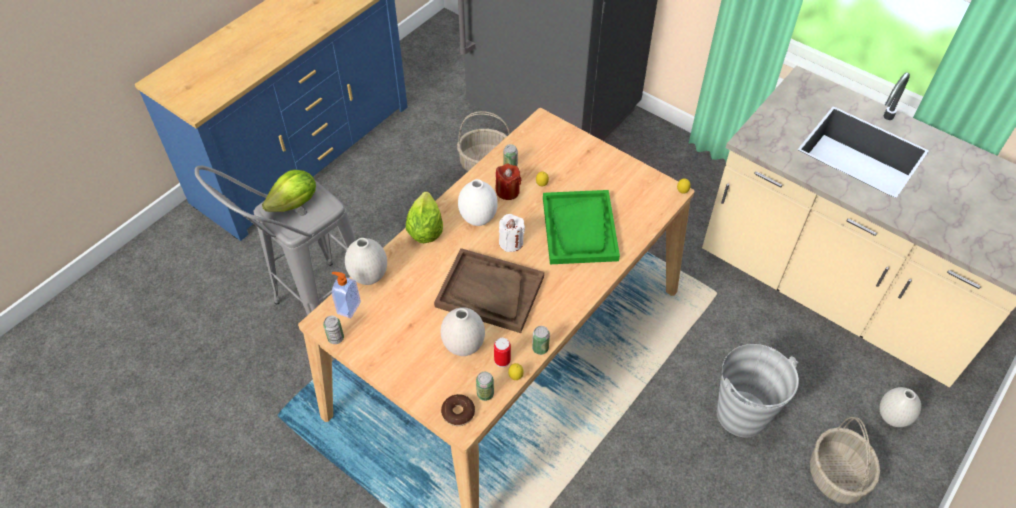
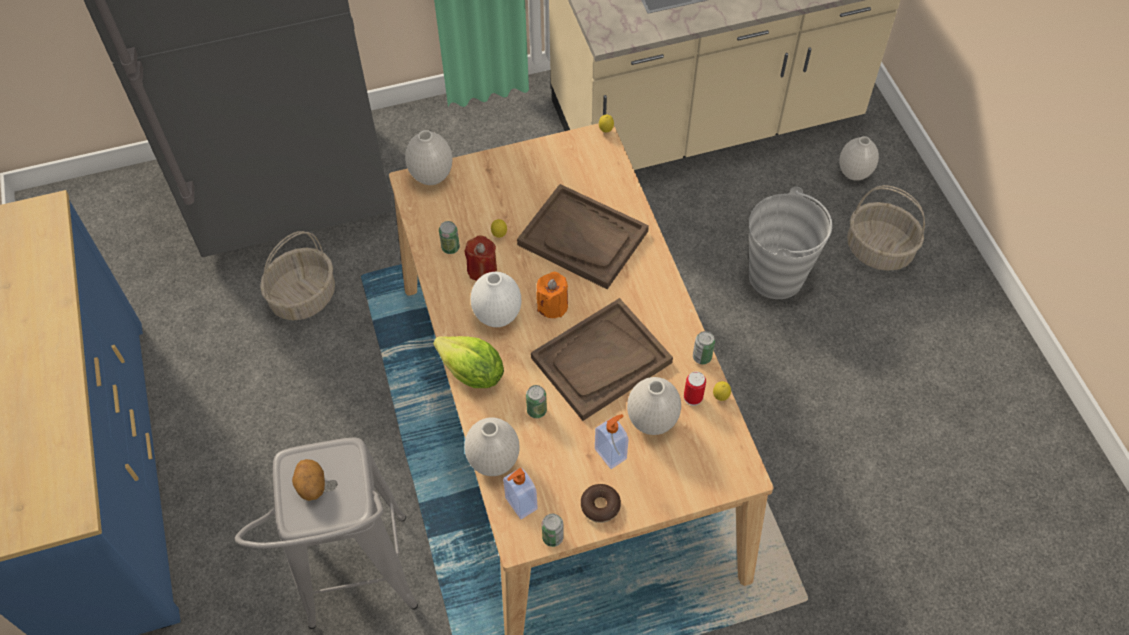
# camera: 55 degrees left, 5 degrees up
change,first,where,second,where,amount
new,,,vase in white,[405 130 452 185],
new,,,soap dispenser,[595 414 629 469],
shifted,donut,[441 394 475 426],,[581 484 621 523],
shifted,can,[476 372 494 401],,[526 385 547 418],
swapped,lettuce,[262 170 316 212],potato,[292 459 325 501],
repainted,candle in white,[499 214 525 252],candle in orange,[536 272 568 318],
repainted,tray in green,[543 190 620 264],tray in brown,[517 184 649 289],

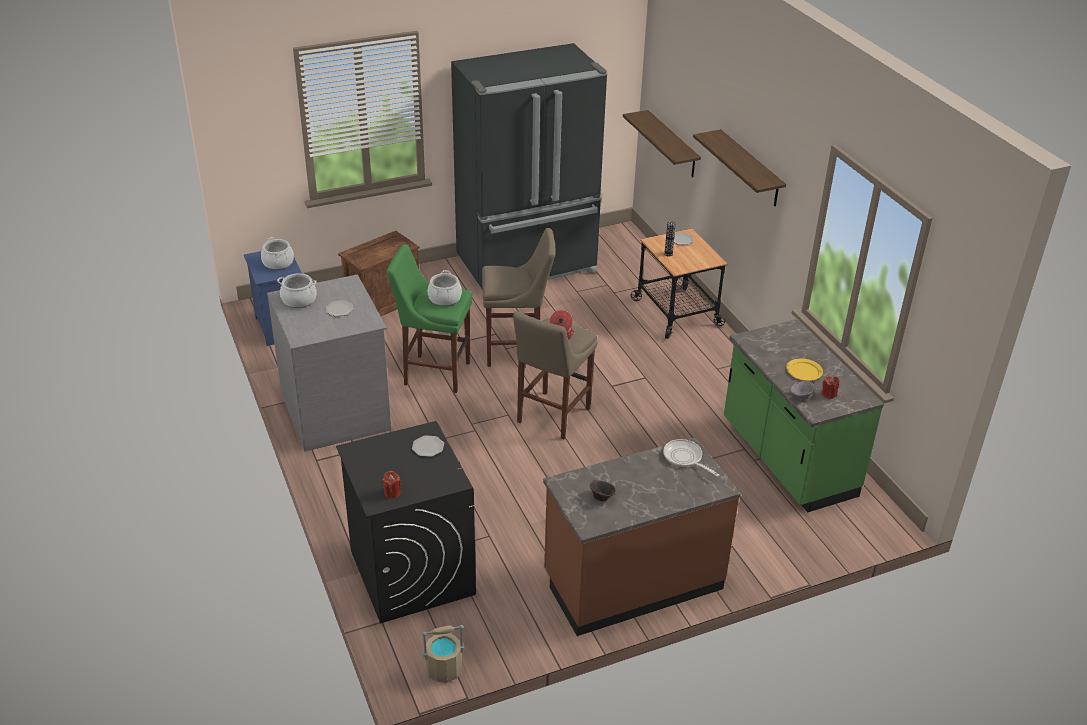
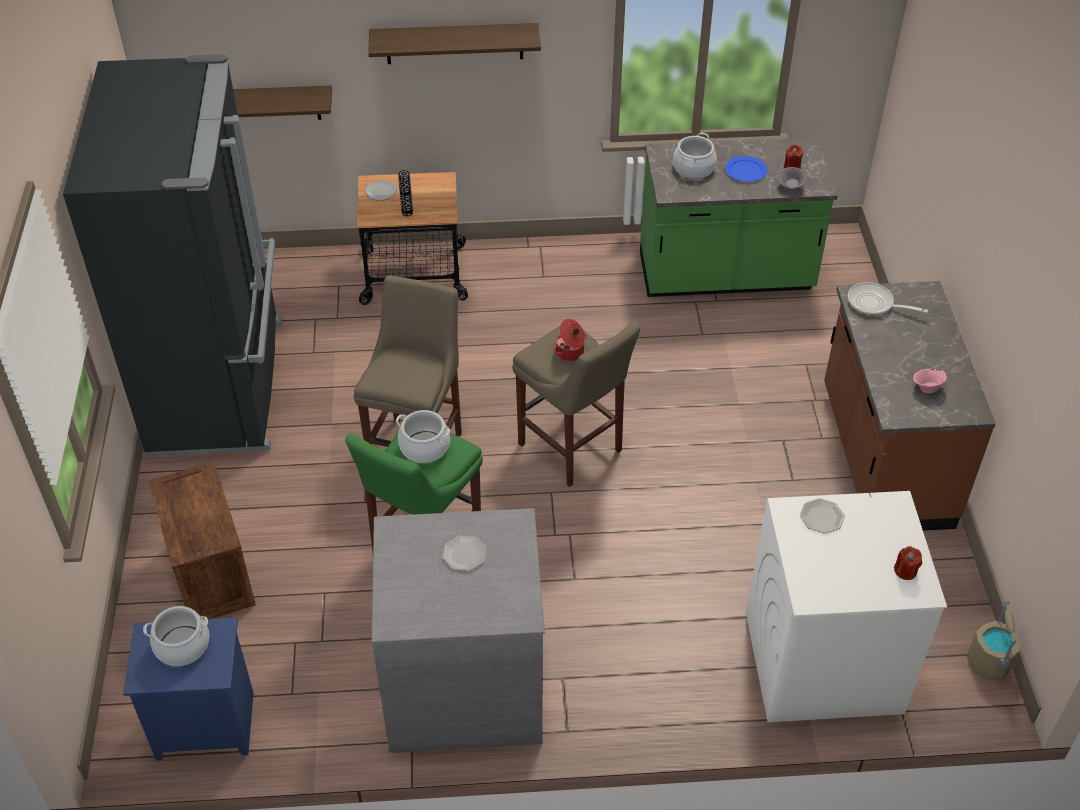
# camera: 70 degrees left, 10 degrees up
change,first,where,second,where,amount
shifted,cooking pot,[277 273 317 308],,[673 133 717 179],
repainted,washing machine in black,[336 421 476 624],washing machine in white,[746 491 947 722],
repainted,bowl in brown,[590 480 616 501],bowl in pink,[913 369 947 393],
repainted,plate in yellow,[786 358 823 381],plate in blue,[725 156 767 182],
rotated,frying pan,[663 439 719 477],,[848 282 928 315],45 degrees clockwise

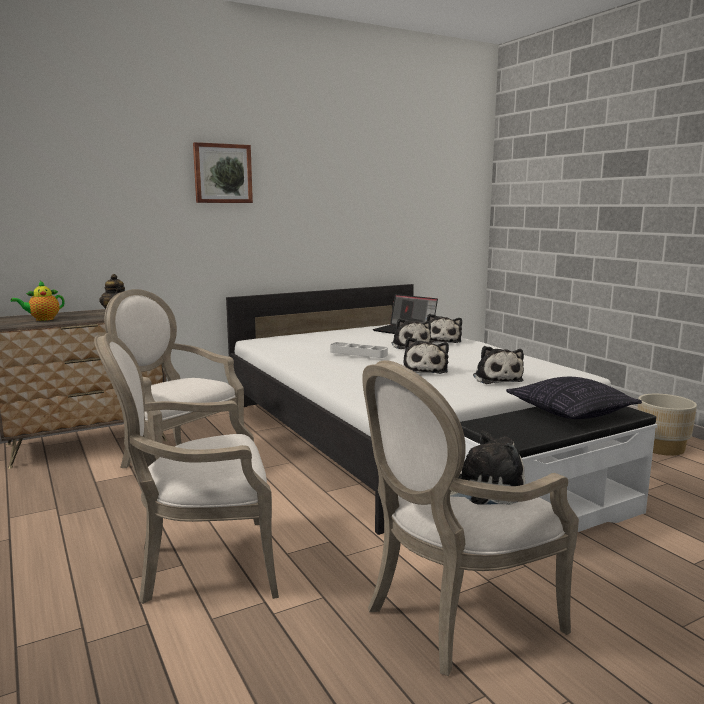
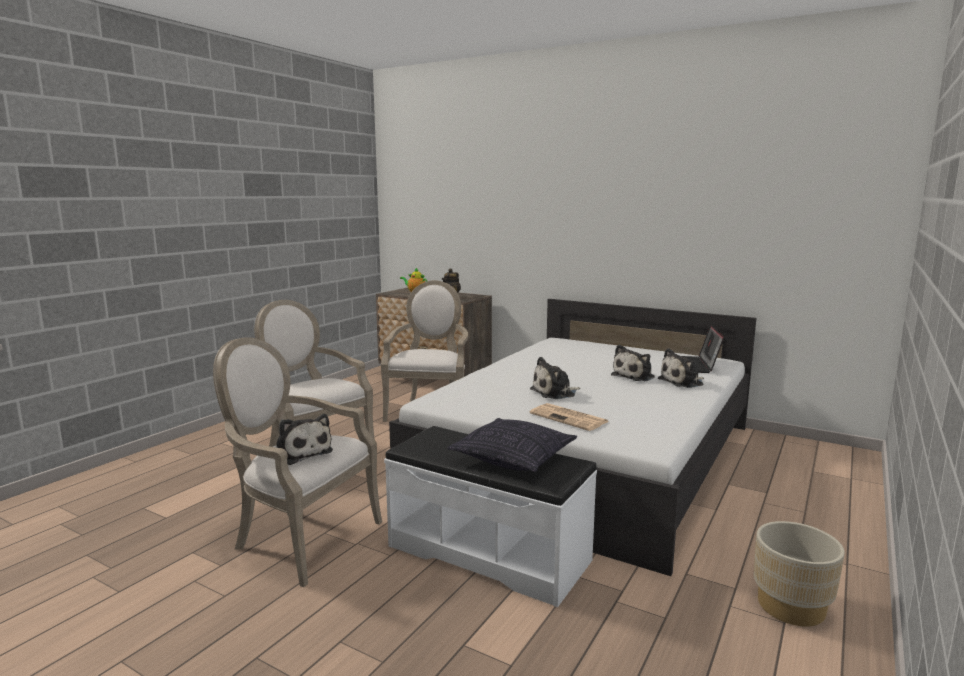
# camera: 60 degrees right, 0 degrees up
change,first,where,second,where,amount
gone,picture,[193 142 253 203],,,
gone,tray in grey,[330 342 388 358],,,
swapped,plush toy,[473 346 524 384],newspaper,[530 403 608 431],

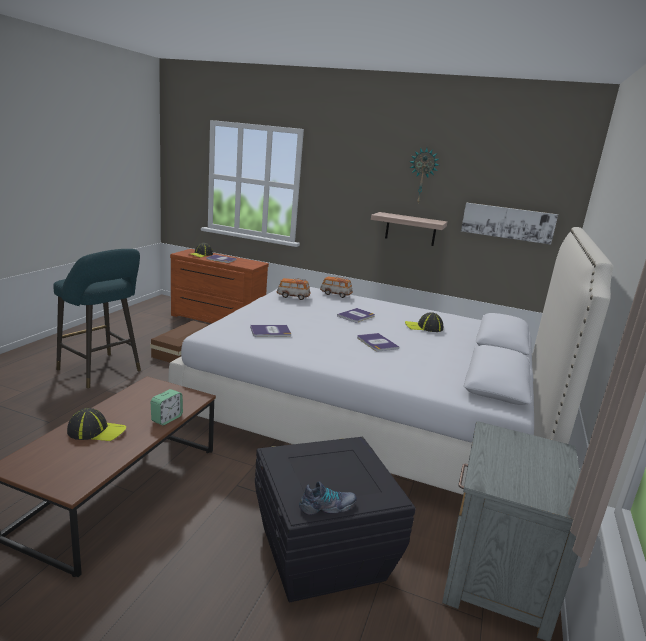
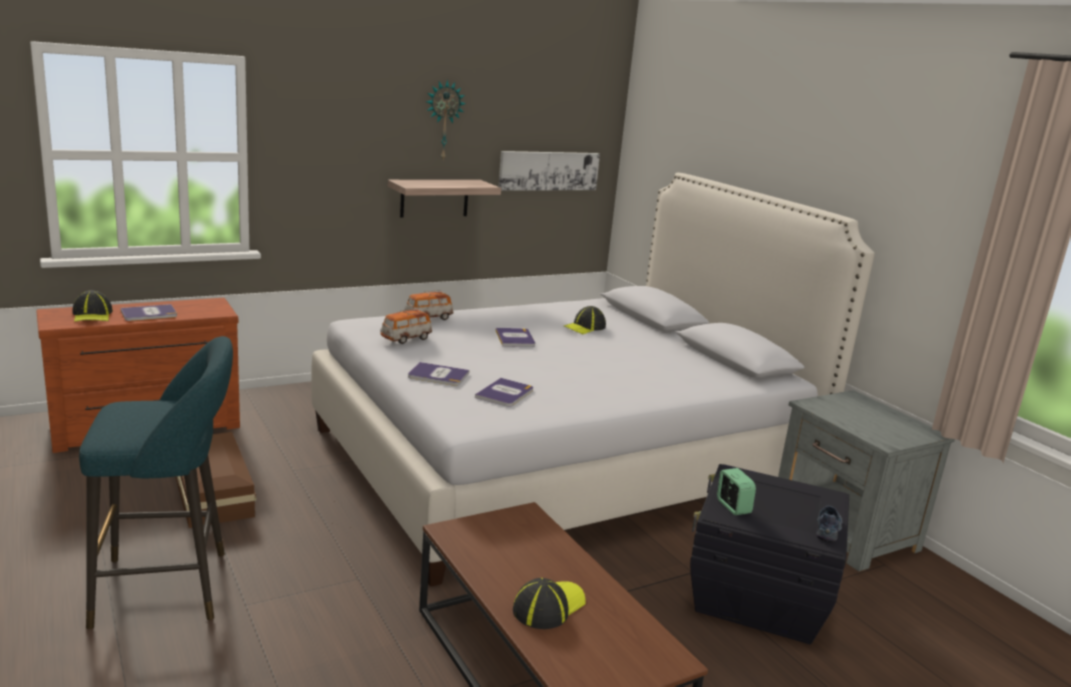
# camera: 50 degrees left, 0 degrees up
change,first,where,second,where,amount
shifted,alarm clock,[151 389 183 425],,[717 468 756 515],
shifted,book,[357 333 399 351],,[408 362 469 386],

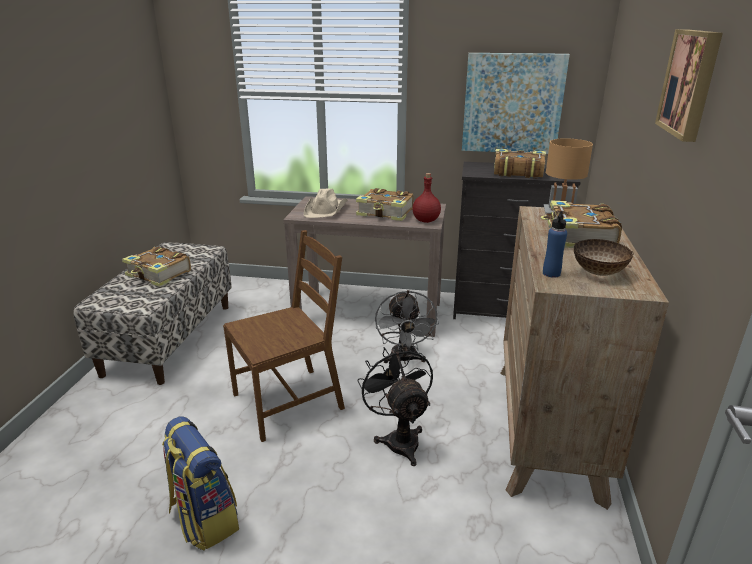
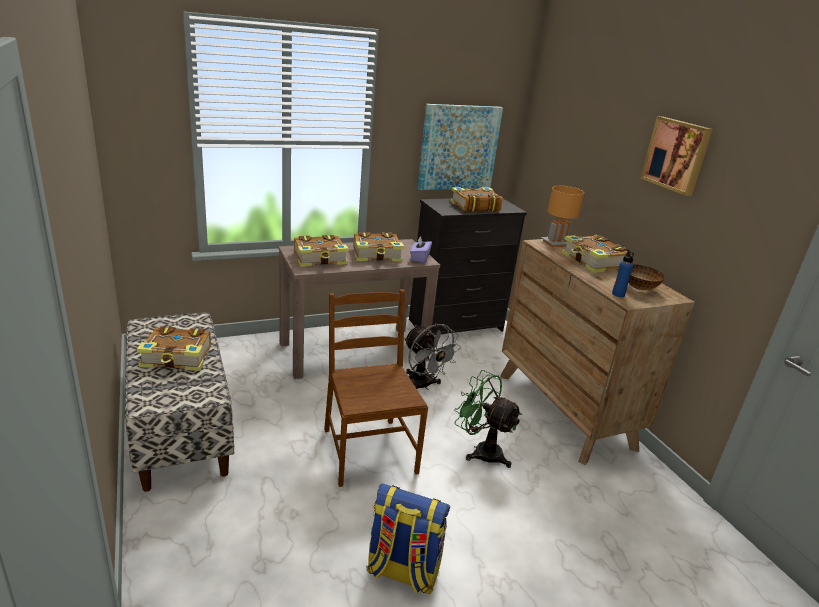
# camera: 35 degrees left, 0 degrees up
change,first,where,second,where,amount
swapped,hat in beige,[304 189 348 218],book,[294 235 349 267],
swapped,bottle in red,[413 173 441 223],tissue box in purple,[410 236 432 263],
repainted,fan in black,[357 344 433 466],fan in green,[454 370 522 468],
rotated,chair in brown,[223 230 345 442],,[324 289 428 487],45 degrees counterclockwise

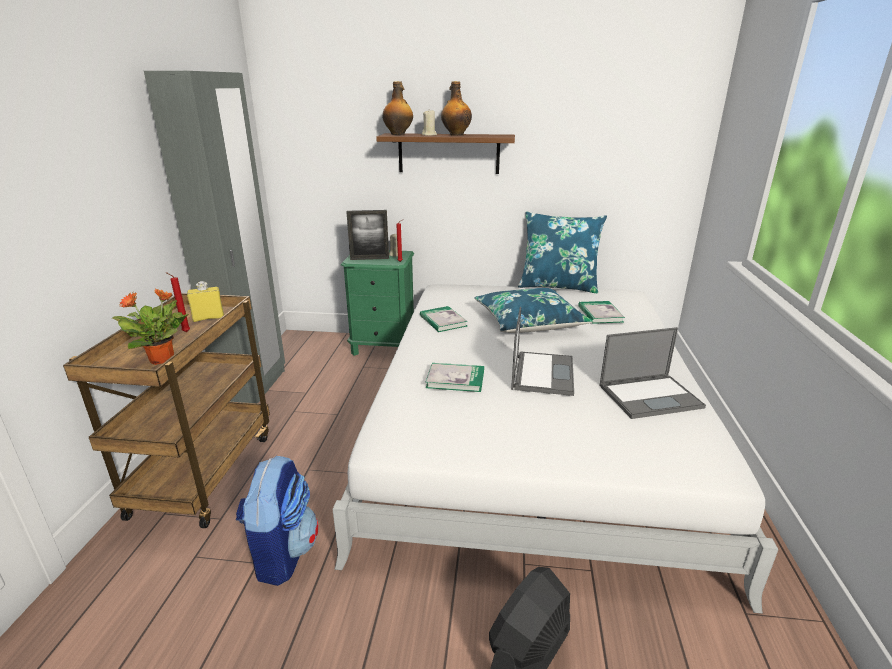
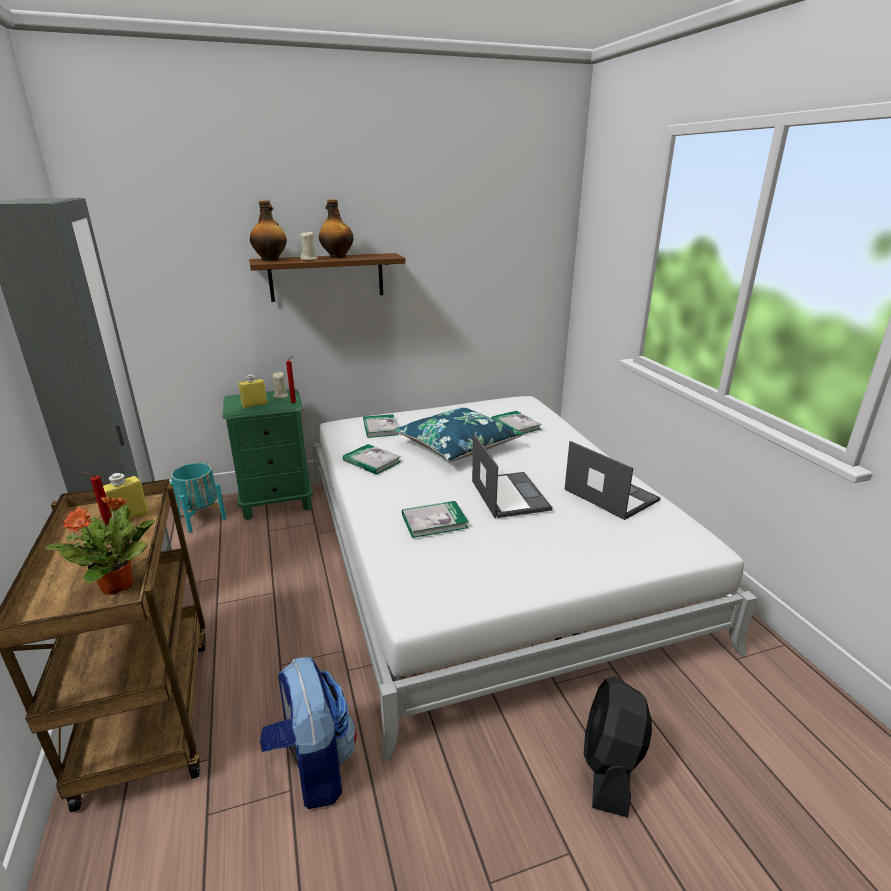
# camera: 25 degrees left, 0 degrees up
change,first,where,second,where,amount
gone,pillow in blue,[518 212 607 293],,,
new,,,planter in turquoise,[170 463 226 533],
new,,,book,[363 414 399 438],
swapped,picture frame,[346 210 389 260],bottle in yellow,[238 374 267 409],
rotated,laptop,[600 327 706 419],,[565 441 661 520],90 degrees counterclockwise

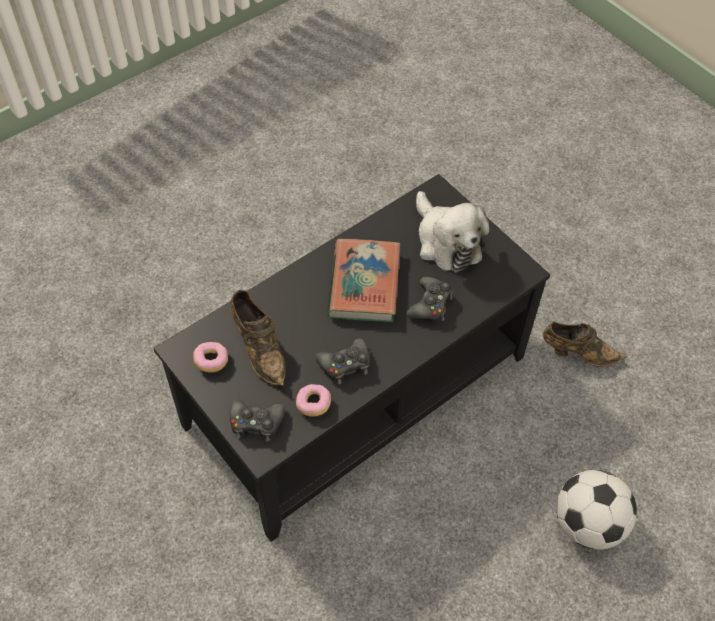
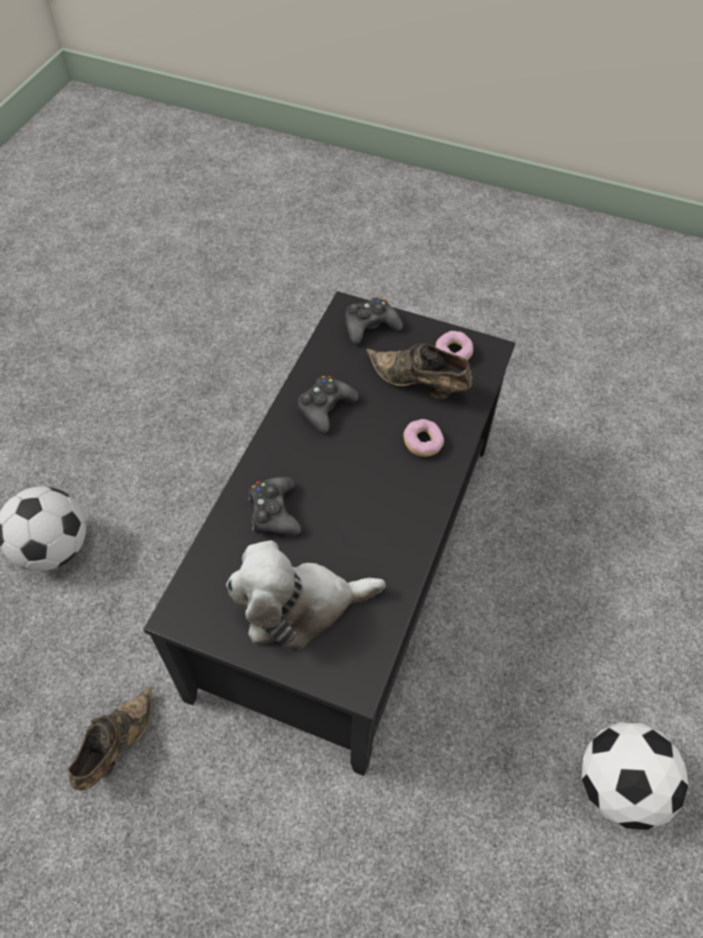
# camera: 150 degrees right, 0 degrees up
change,first,where,second,where,amount
gone,book,[327 239 400 322],,,
new,,,football,[582 722 688 830],
shifted,donut,[296 384 331 417],,[403 419 444 457],
rotated,plush toy,[416 191 490 273],,[226 540 385 650],45 degrees counterclockwise
rotated,shoe in brown,[543 321 627 367],,[67 686 152 791],135 degrees clockwise

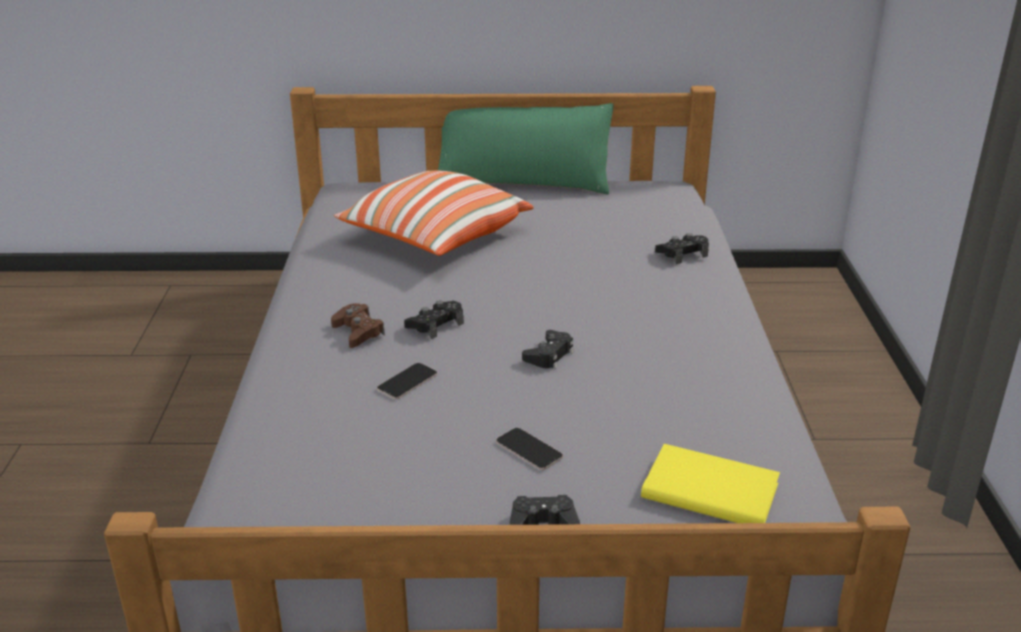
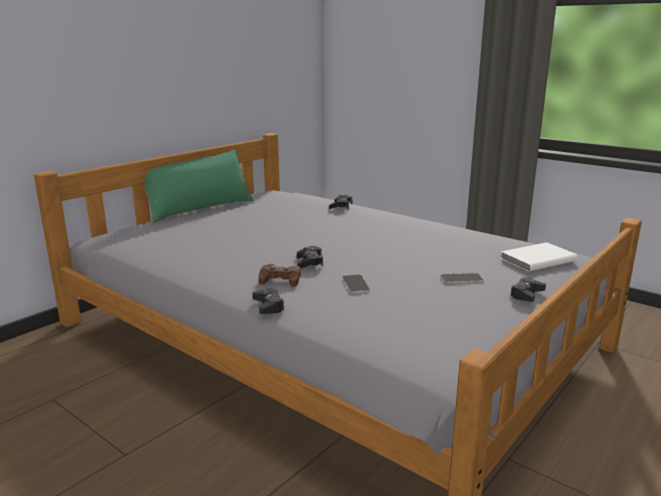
# camera: 50 degrees left, 10 degrees down
change,first,where,second,where,amount
gone,pillow,[334 171 534 256],,,
shifted,game controller in black,[522 330 574 369],,[252 287 285 314],
repainted,book in yellow,[641 444 780 523],book in white,[500 242 578 272],

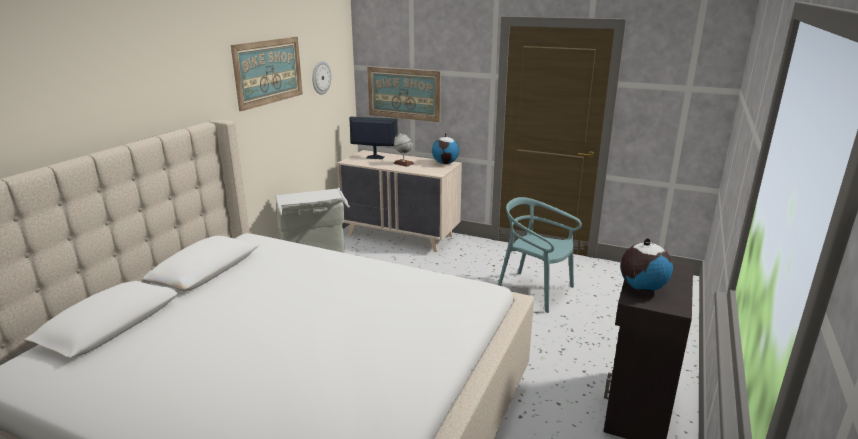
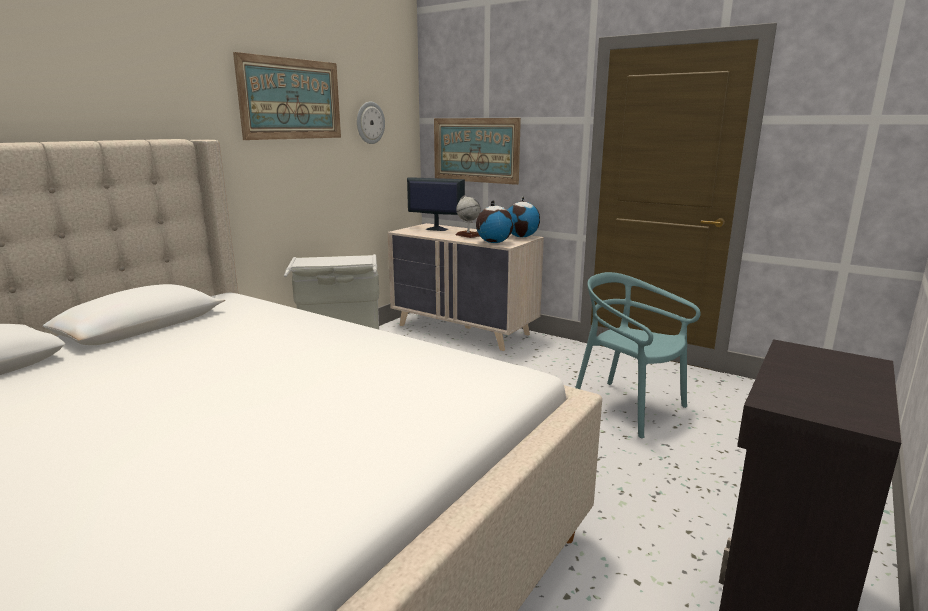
# camera: 10 degrees right, 5 degrees down
change,first,where,second,where,amount
shifted,globe,[620 238 673 292],,[476 200 513 243],

